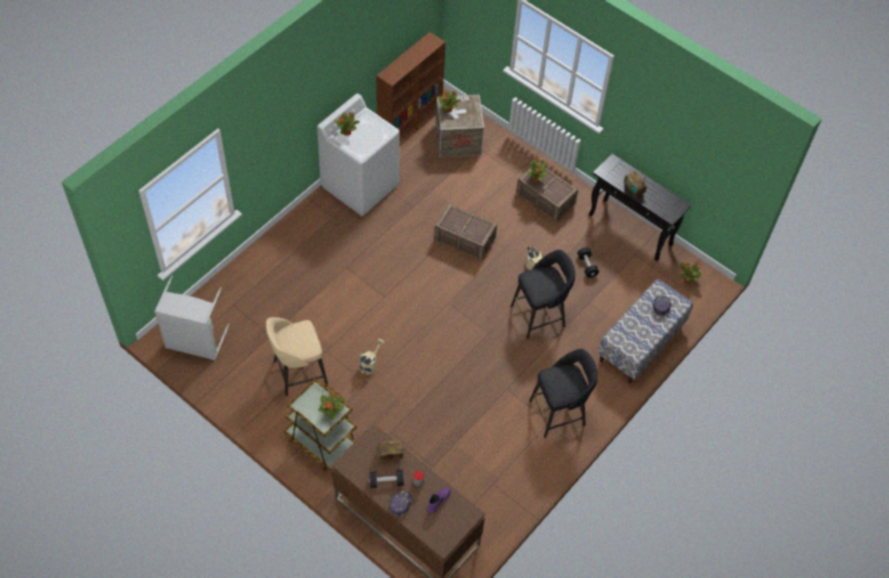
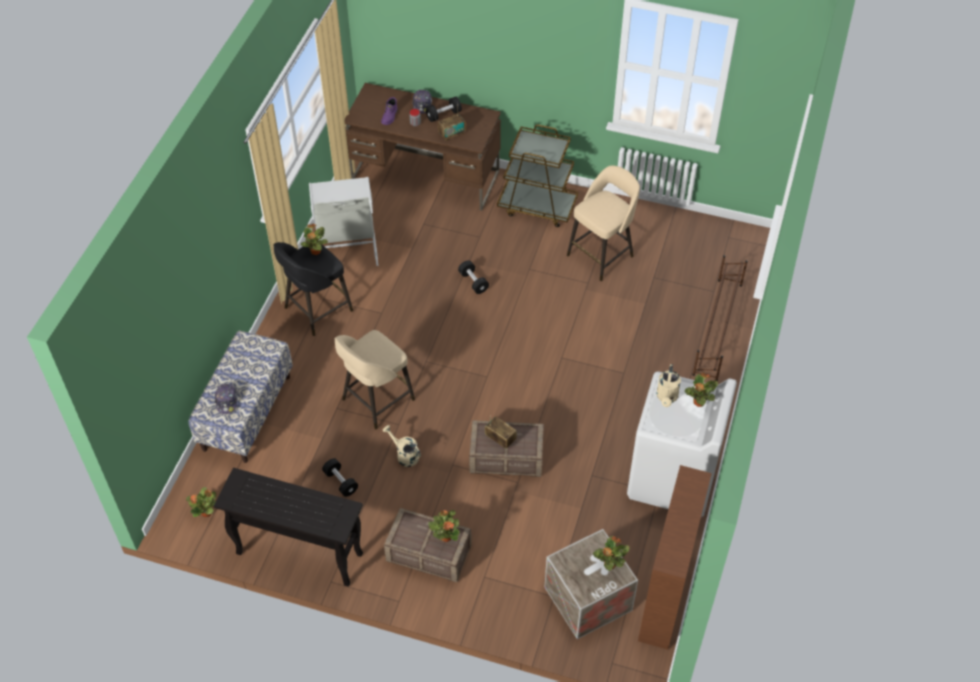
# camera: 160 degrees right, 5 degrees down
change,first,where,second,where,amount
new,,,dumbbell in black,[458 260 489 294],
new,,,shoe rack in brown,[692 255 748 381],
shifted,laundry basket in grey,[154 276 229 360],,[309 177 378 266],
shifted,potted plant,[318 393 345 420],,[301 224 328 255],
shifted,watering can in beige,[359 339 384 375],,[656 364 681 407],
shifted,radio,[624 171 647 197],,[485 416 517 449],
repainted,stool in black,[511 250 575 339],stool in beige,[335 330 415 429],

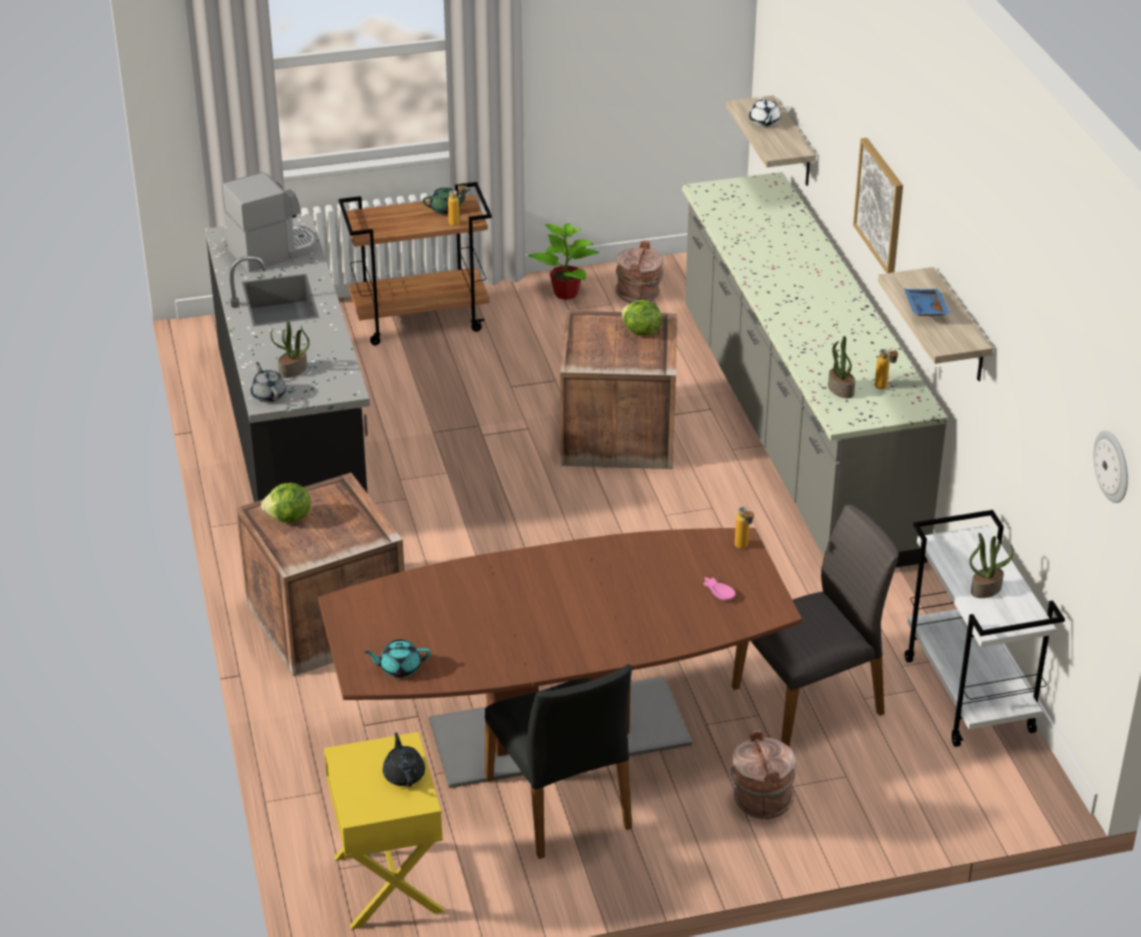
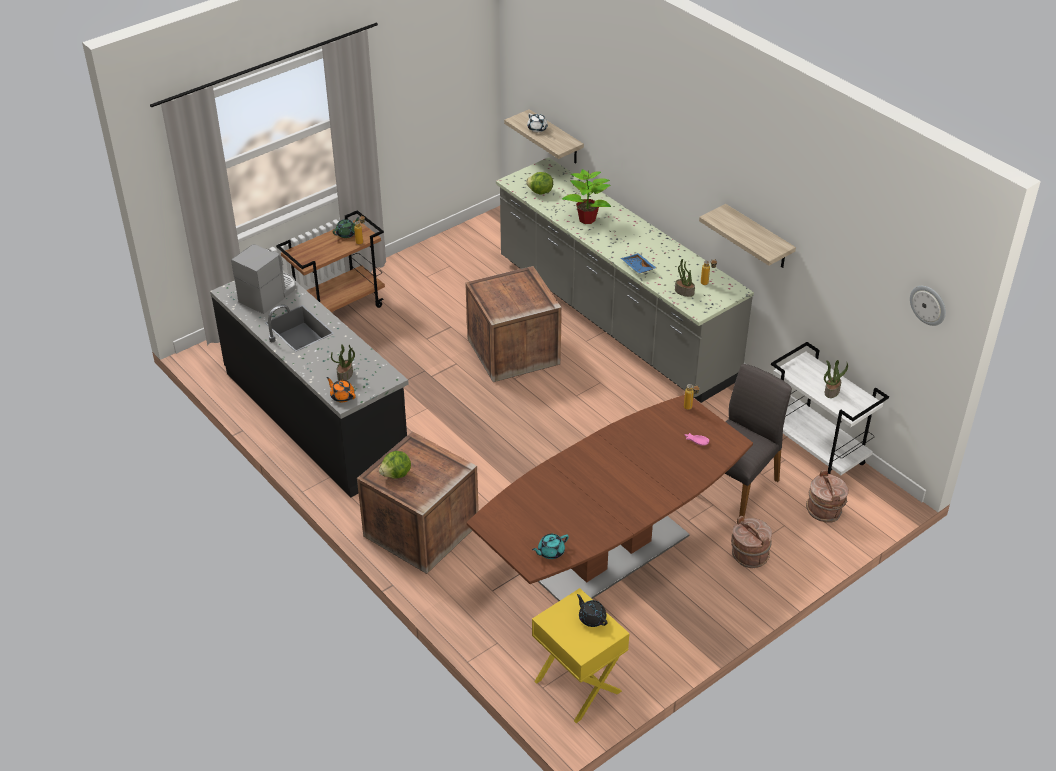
# camera: 25 degrees left, 5 degrees up
change,first,where,second,where,amount
gone,chair in black,[485 664 632 859],,,
gone,picture,[853 138 903 273],,,
shifted,potted plant,[528 223 599 300],,[562 169 611 224],
shifted,bucket in brown,[616 240 663 304],,[806 470 849 523],
shifted,lettuce,[621 300 662 335],,[526 172 553 195],
shifted,tray in blue,[904 289 950 316],,[621 253 656 273],
repainted,teapot in grey,[250 362 286 402],teapot in orange,[326 377 356 403],

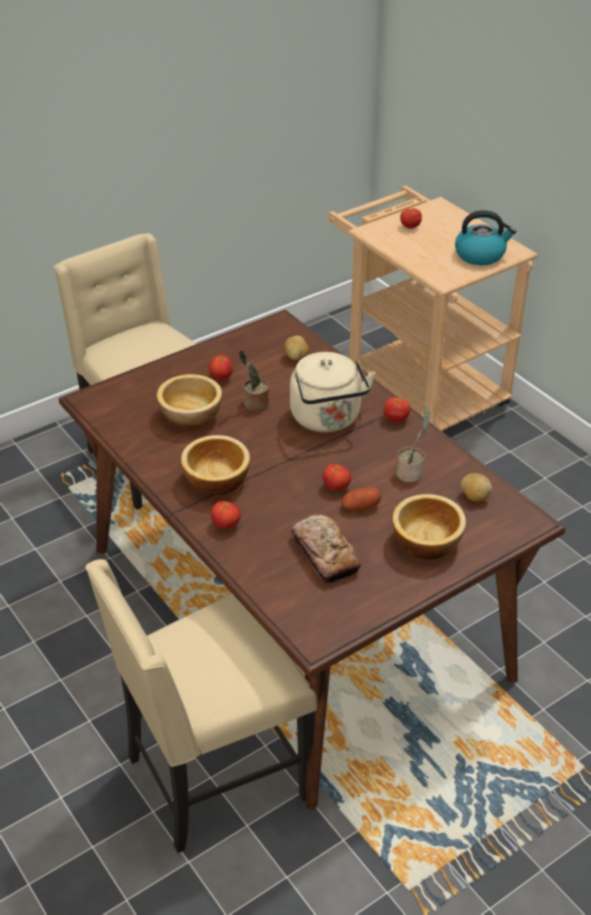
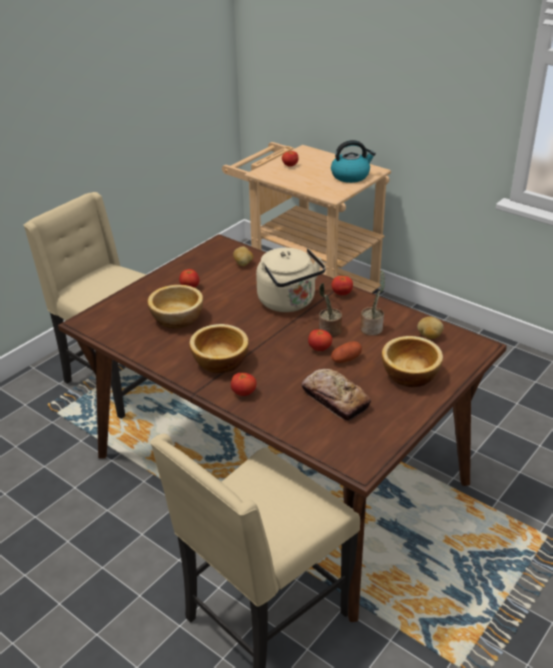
# camera: 15 degrees left, 5 degrees down
change,first,where,second,where,amount
shifted,potted plant,[239 350 269 411],,[319 283 342 337],

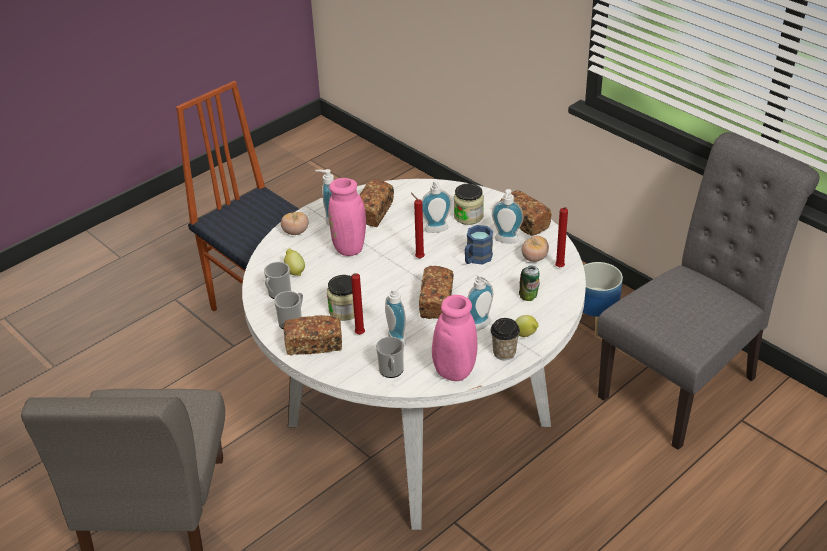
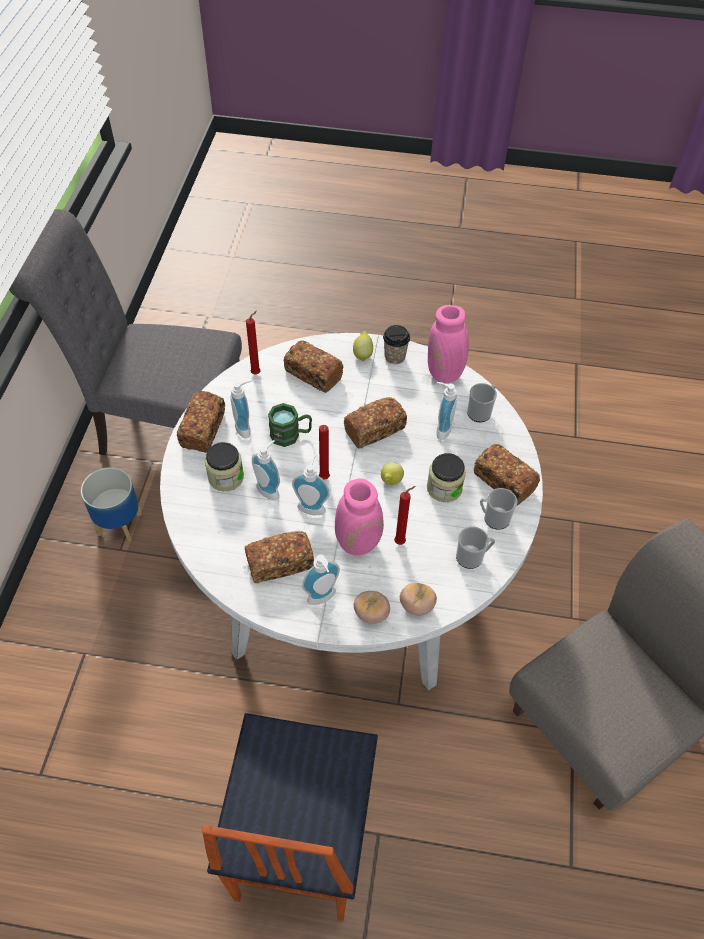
# camera: 130 degrees left, 15 degrees up
change,first,where,second,where,amount
shifted,lemon,[284 248 305 276],,[381 462 404 485],
shifted,candle in red,[351 273 365 334],,[394 486 416 545],
shifted,soap dispenser,[467 272 493 331],,[292 455 330 515],
shifted,tomato,[522 236 549 262],,[400 583 437 616],
swapped,can,[519 266 540 301],bread,[284 340 343 393],
repainted,mug in blue,[465 225 493 265],mug in green,[268 403 312 447],

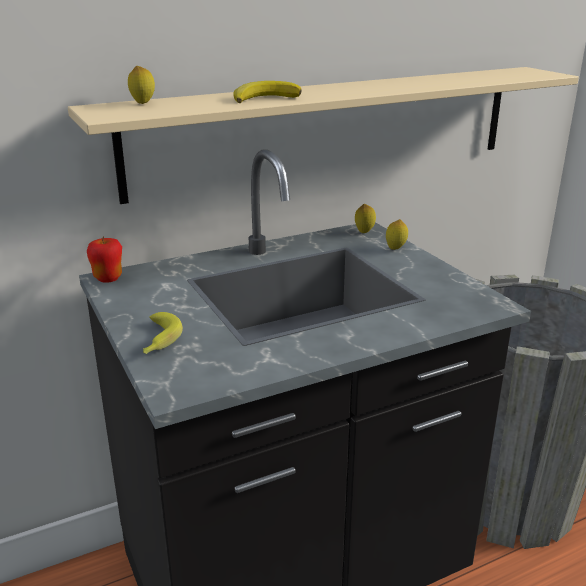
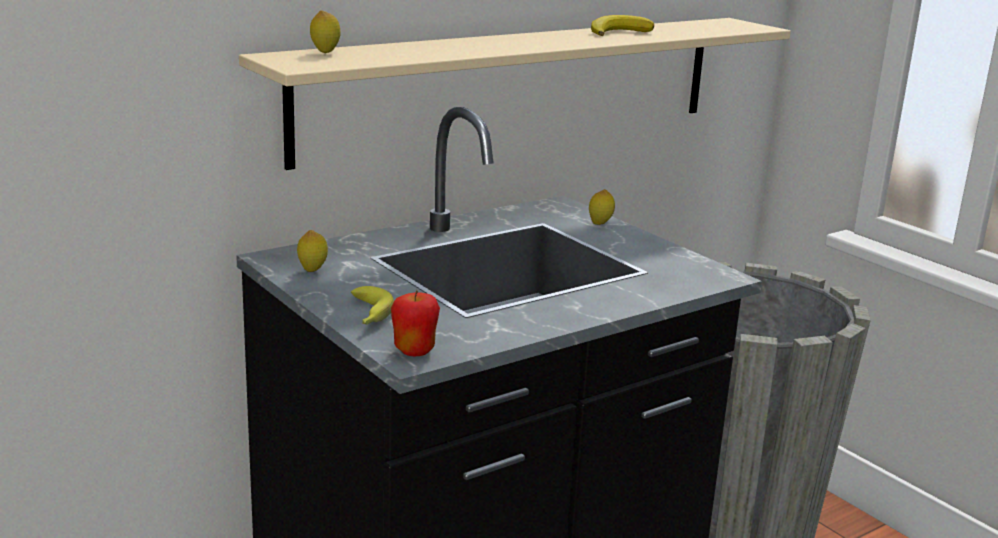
# camera: 10 degrees left, 5 degrees down
change,first,where,second,where,amount
shifted,apple,[87 236 122 283],,[391 290 440 356],
shifted,banana,[233 81 302 103],,[591 15 654 36],
shifted,lemon,[355 204 376 233],,[297 230 328 272],

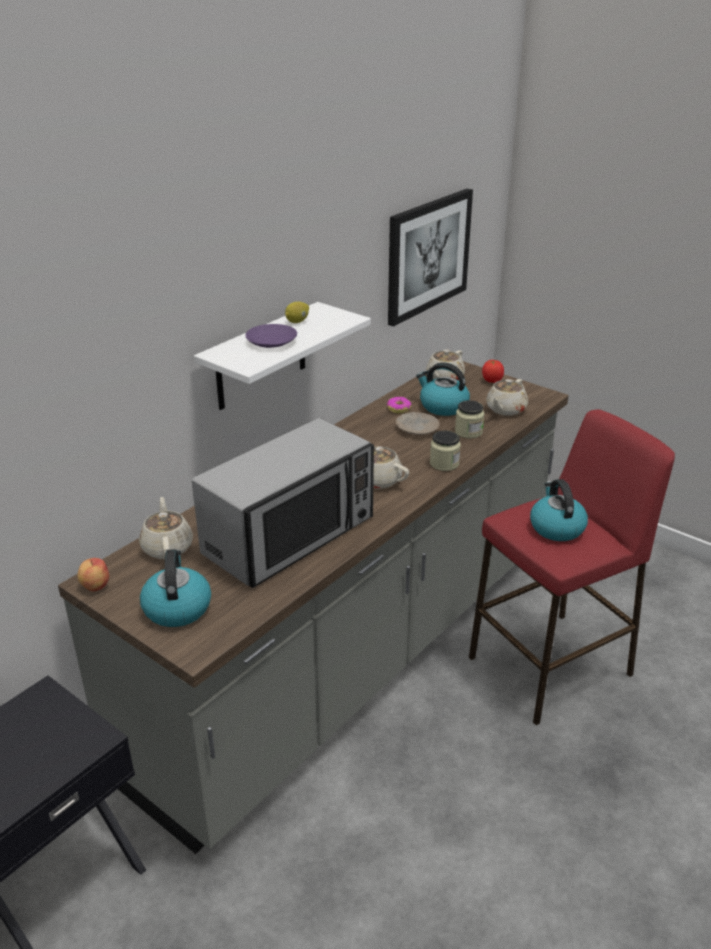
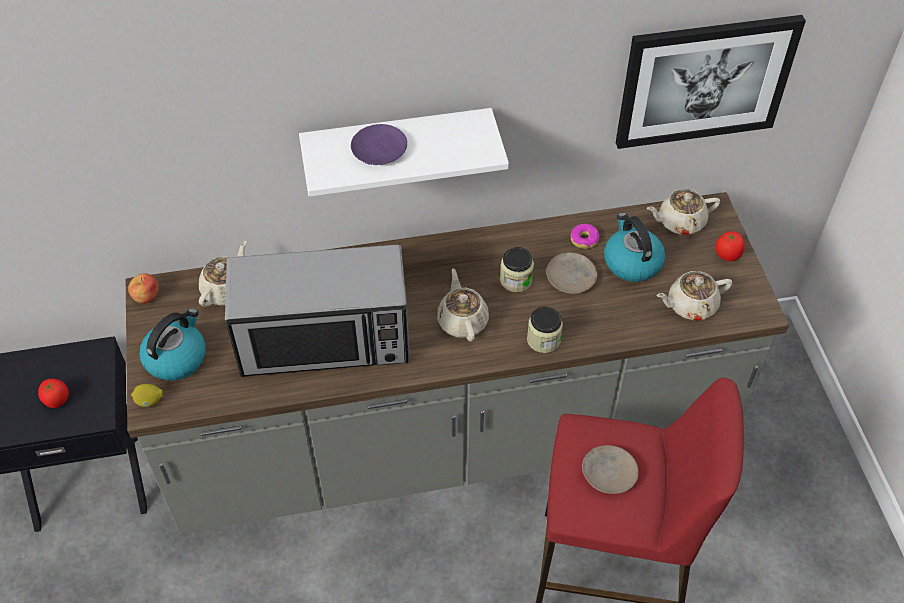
# camera: 40 degrees right, 20 degrees up
change,first,where,second,where,amount
new,,,tomato,[38 378 69 408],
shifted,lemon,[285 302 309 323],,[131 384 163 407],
shifted,jar,[455 400 484 438],,[500 247 534 292],
swapped,kettle,[530 479 588 541],plate in beige,[582 445 639 494],

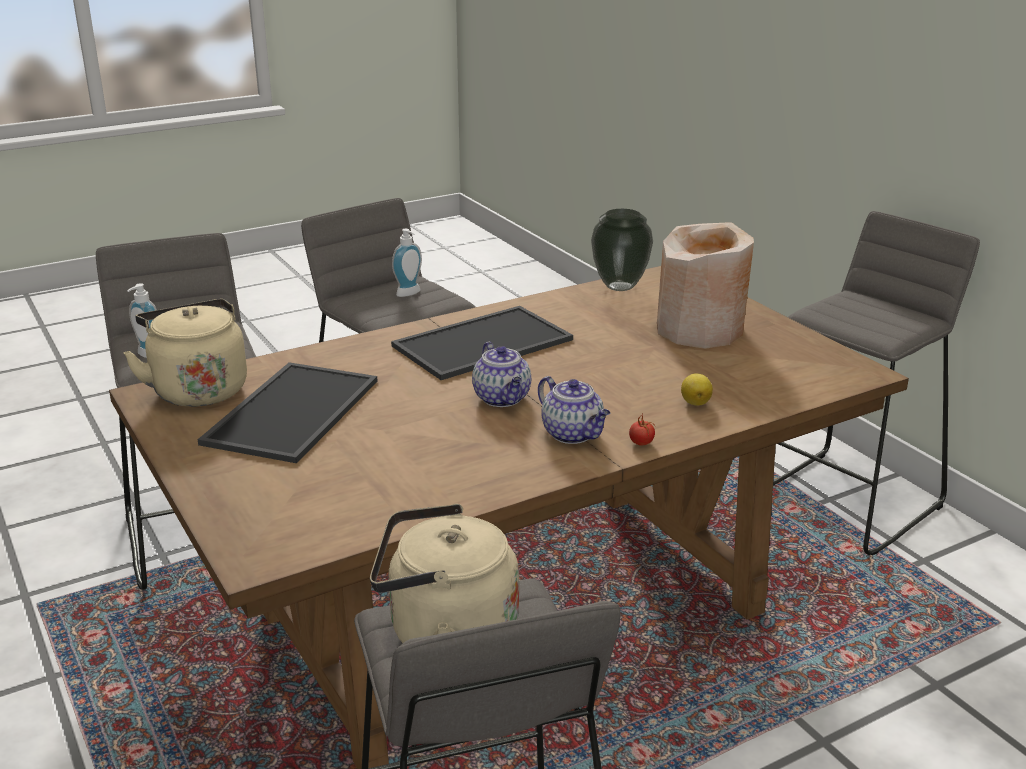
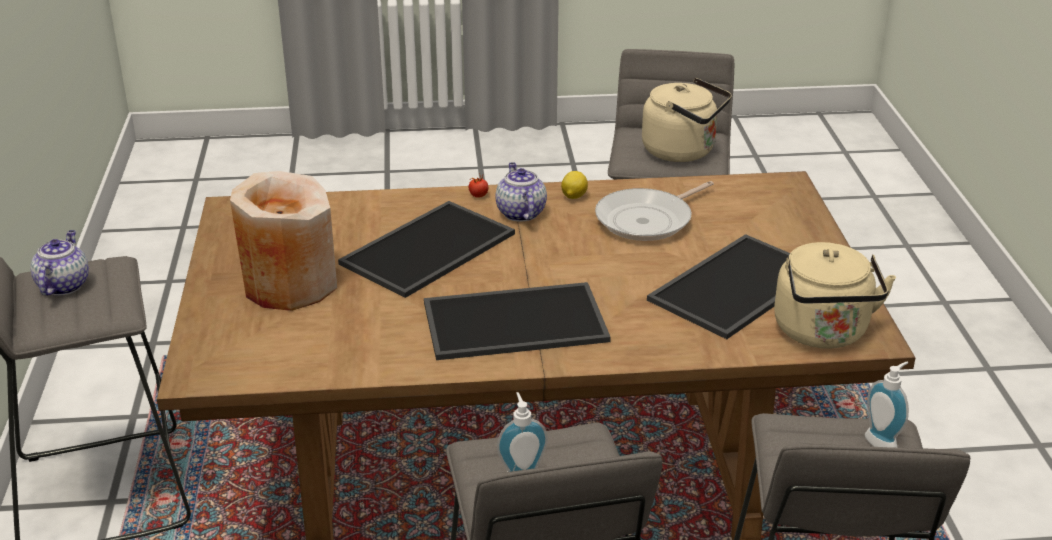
# camera: 155 degrees left, 5 degrees up
change,first,where,second,where,amount
gone,vase,[591 209 653 291],,,
new,,,tray,[338 201 515 298],
new,,,frying pan,[595 181 714 241],
shifted,teapot,[472 342 531 407],,[30 230 89 296],
shifted,lemon,[681 373 713 406],,[561 171 588 199],

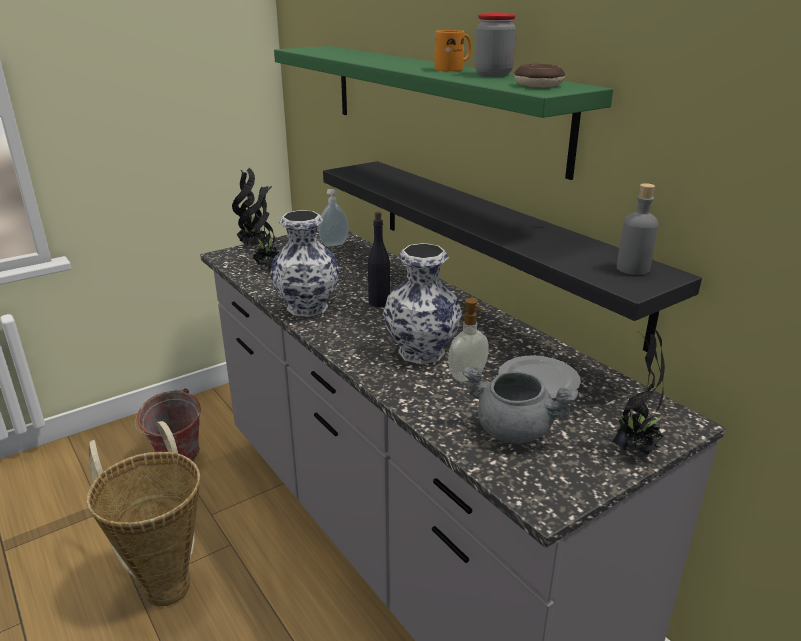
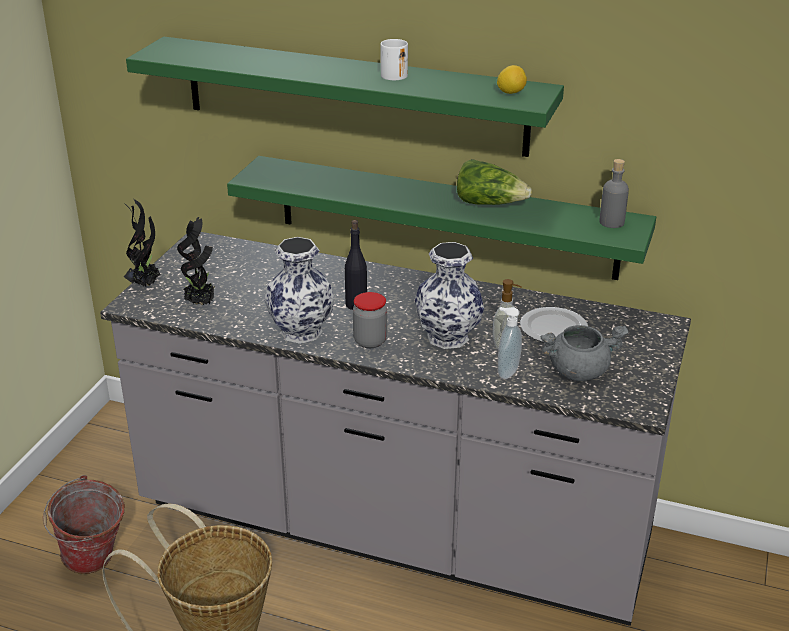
# camera: 35 degrees left, 5 degrees up
change,first,where,second,where,amount
gone,potted plant,[613 324 665 455],,,
new,,,lettuce,[457 159 532 205],
shifted,soap dispenser,[319 189 348 246],,[498 307 522 379],
shifted,jar,[475 12 516 76],,[353 292 387 348],
swapped,donut,[514 64 565 88],lemon,[497 65 527 94],
repainted,shelf in black,[323 161 702 352],shelf in green,[227 156 656 280],
repainted,mug in orange,[434 30 472 71],mug in white,[381 39 408 80],

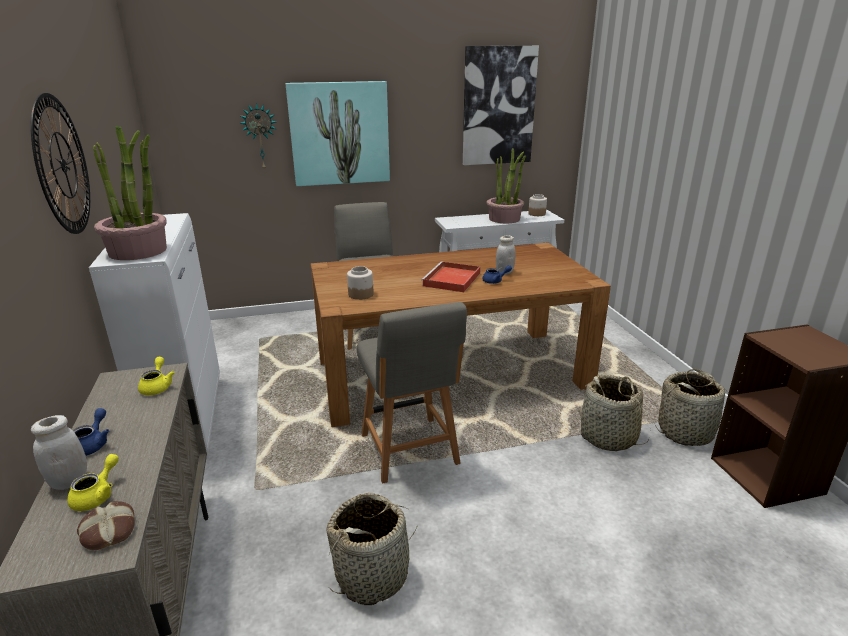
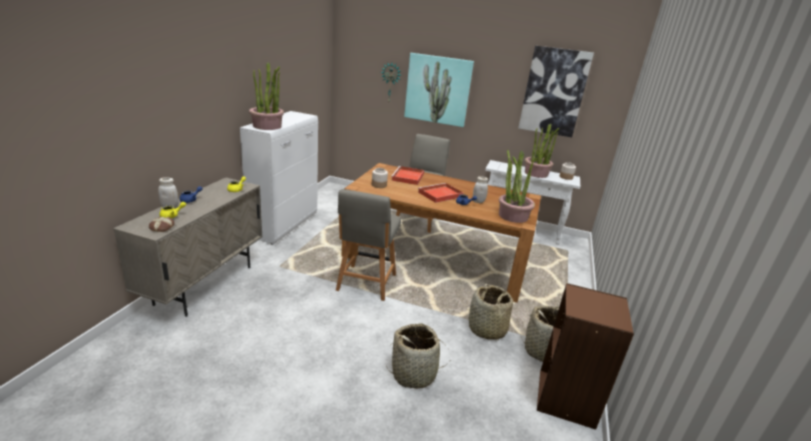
# camera: 30 degrees right, 0 degrees up
change,first,where,second,where,amount
gone,wall clock,[31 93 90 234],,,
new,,,tray in red,[391 166 424 185],
new,,,potted plant,[499 150 535 223],
shifted,basket,[326 493 417 605],,[386 323 449 389],

